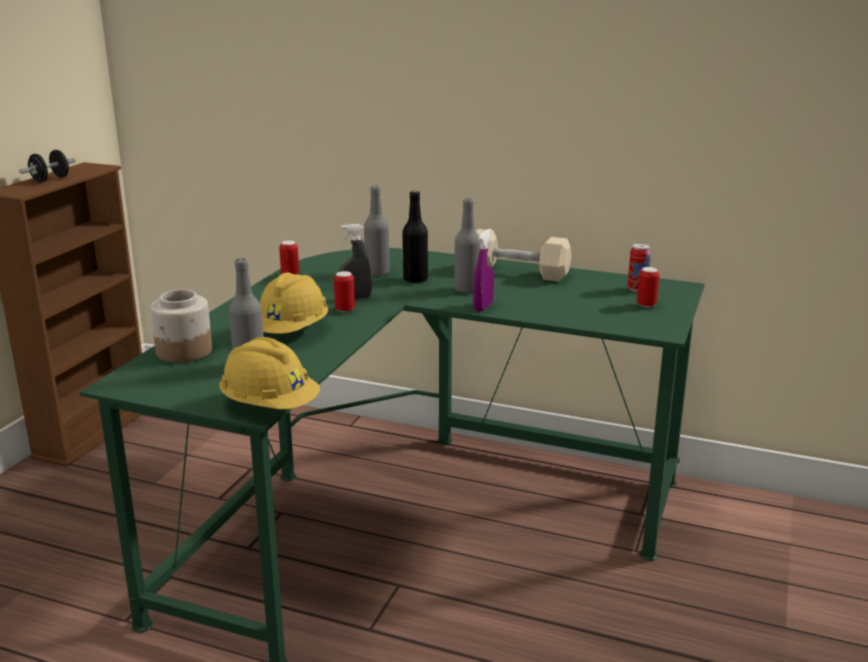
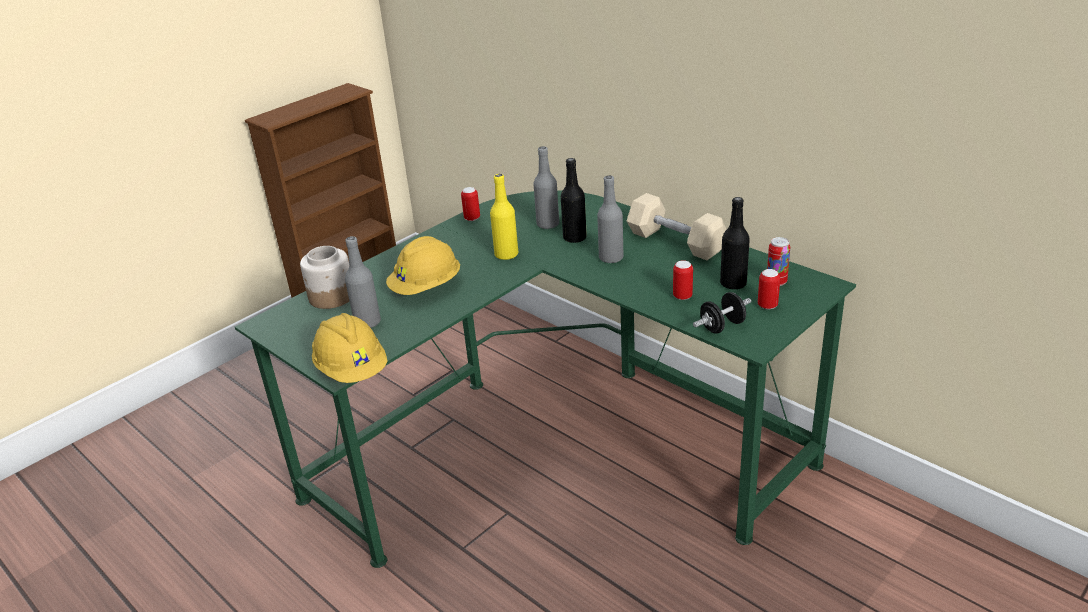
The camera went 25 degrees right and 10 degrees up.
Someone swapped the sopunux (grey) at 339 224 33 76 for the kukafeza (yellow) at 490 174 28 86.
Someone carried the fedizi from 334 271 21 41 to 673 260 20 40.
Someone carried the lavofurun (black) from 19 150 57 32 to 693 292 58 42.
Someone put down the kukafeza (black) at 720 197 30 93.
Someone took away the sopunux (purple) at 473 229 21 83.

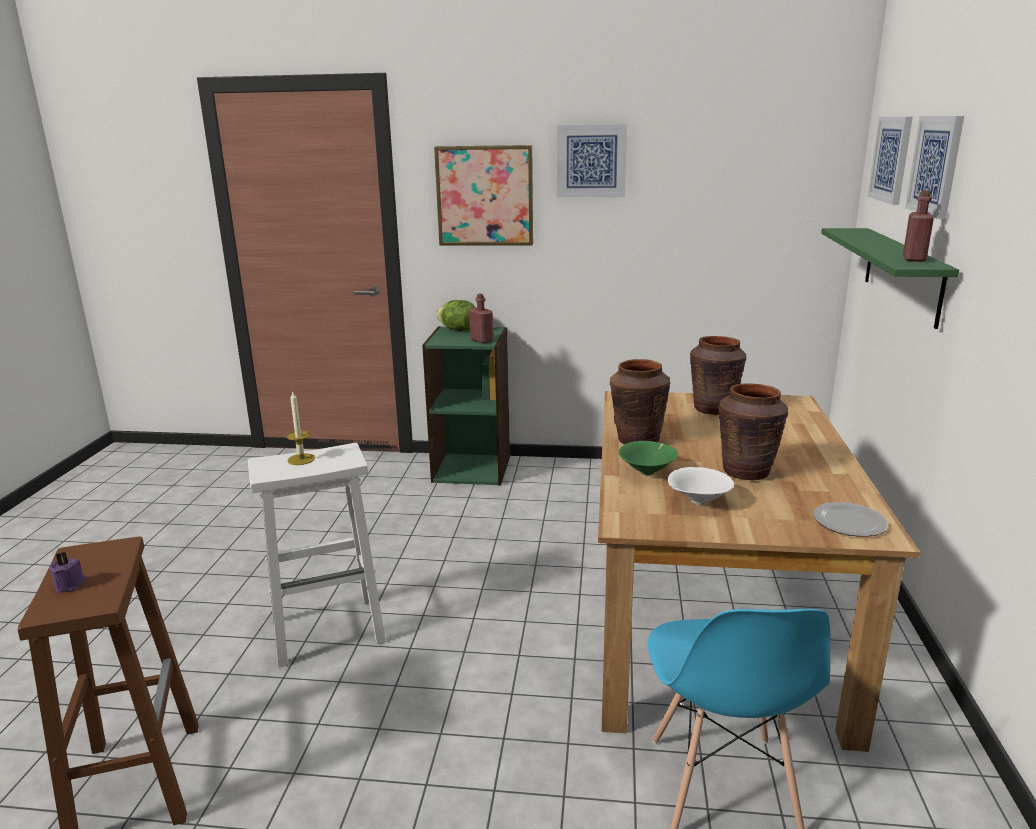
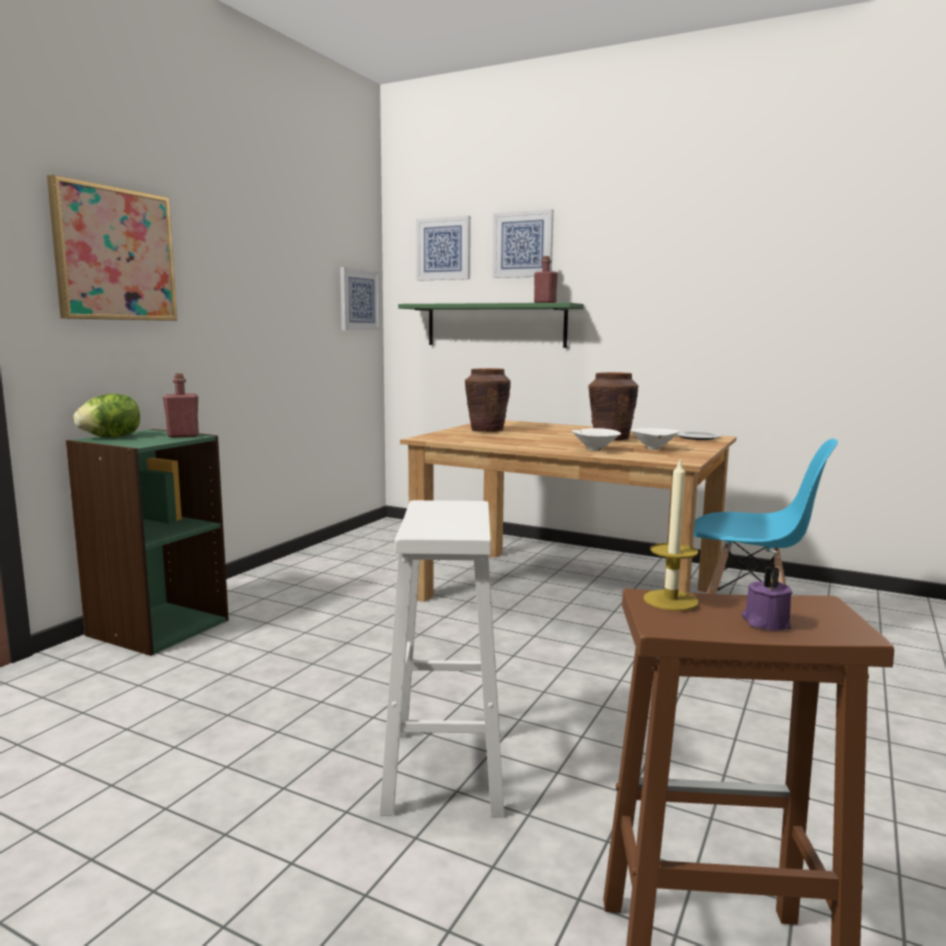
The camera went 70 degrees left and 10 degrees down.
Someone carried the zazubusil from 557 124 70 73 to 340 267 40 63.
Someone repainted the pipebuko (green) at 619 441 59 35, which became the pipebuko (white) at 571 428 50 23.
Someone carried the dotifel from 286 391 29 74 to 643 457 56 154.
Someone took away the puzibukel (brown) at 610 359 60 85.

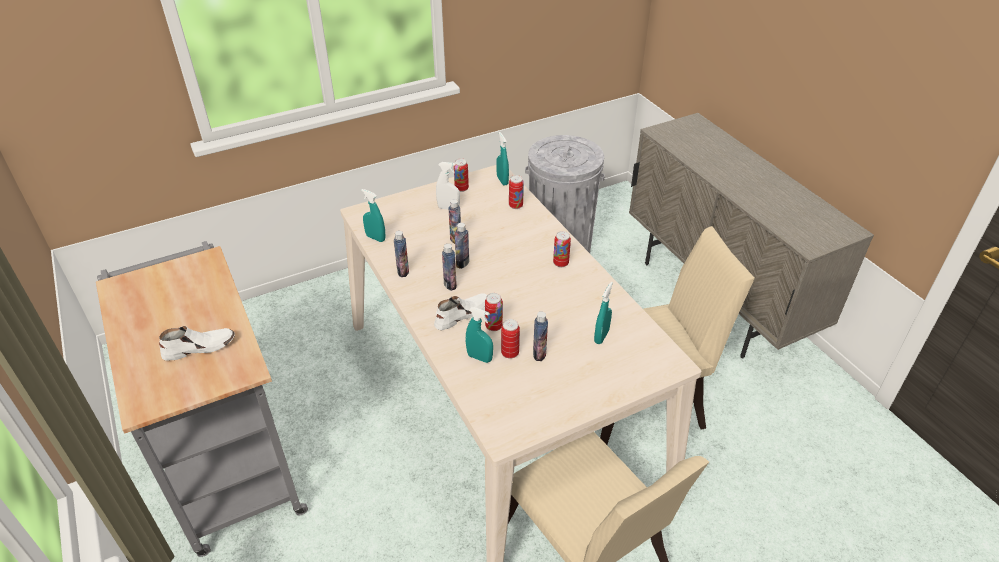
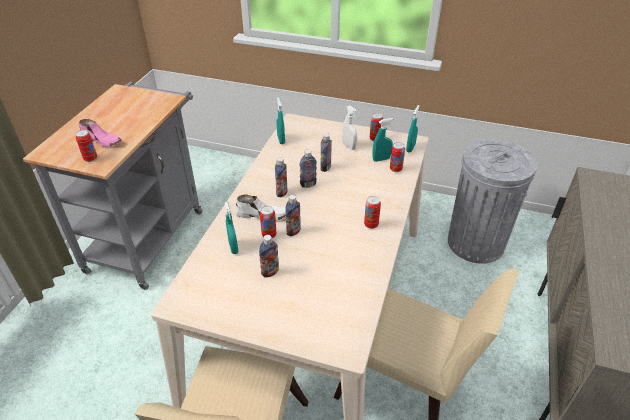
The camera went 45 degrees right and 0 degrees up.
Someone carried the fedizi from 501 319 19 39 to 76 130 21 32.
Someone repainted the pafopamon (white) at 159 326 76 35, which became the pafopamon (pink) at 79 119 43 28.
Someone carried the kukafeza from 394 231 15 46 to 286 195 15 41.
Someone carried the sopunux (turquoise) from 594 282 19 62 to 372 118 21 44.

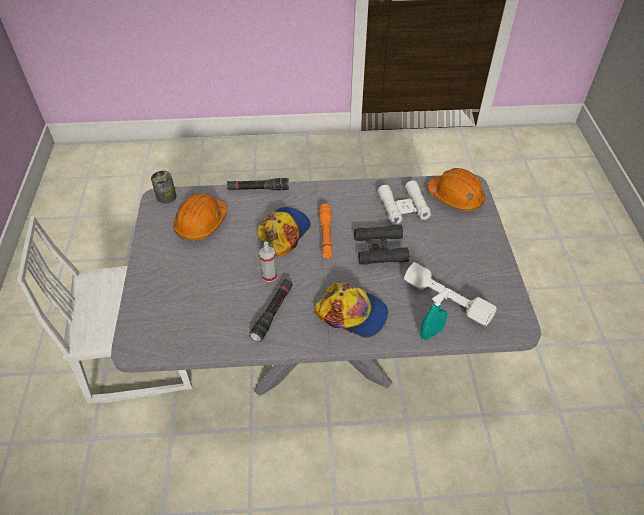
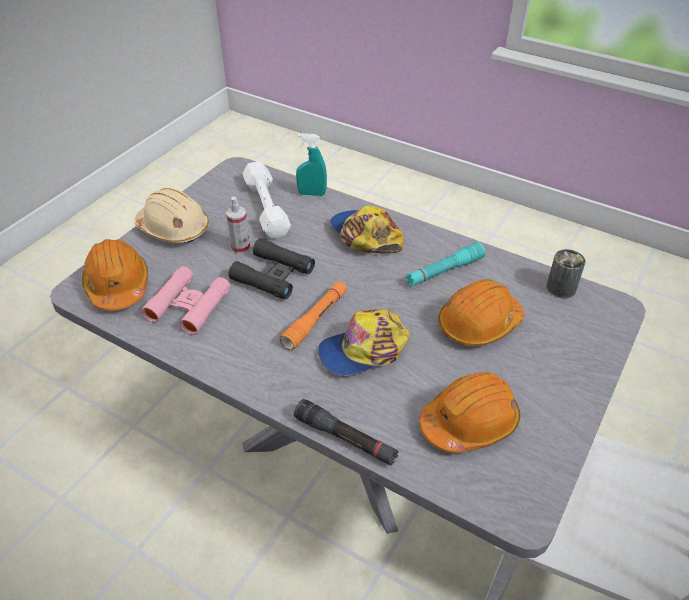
The camera went 145 degrees left and 5 degrees down.
Someone put down the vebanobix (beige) at 134 188 75 55.
Someone repainted the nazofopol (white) at 377 181 54 44, which became the nazofopol (pink) at 141 266 90 69.
Someone carried the sopunux from 259 242 18 40 to 226 196 24 58.
Someone repainted the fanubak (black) at 249 279 44 63, which became the fanubak (turquoise) at 406 242 79 44.
Someone put down the vebanobix (orange) at 438 279 86 67.
Someone carried the fedizi from 151 171 26 33 to 546 249 40 49.

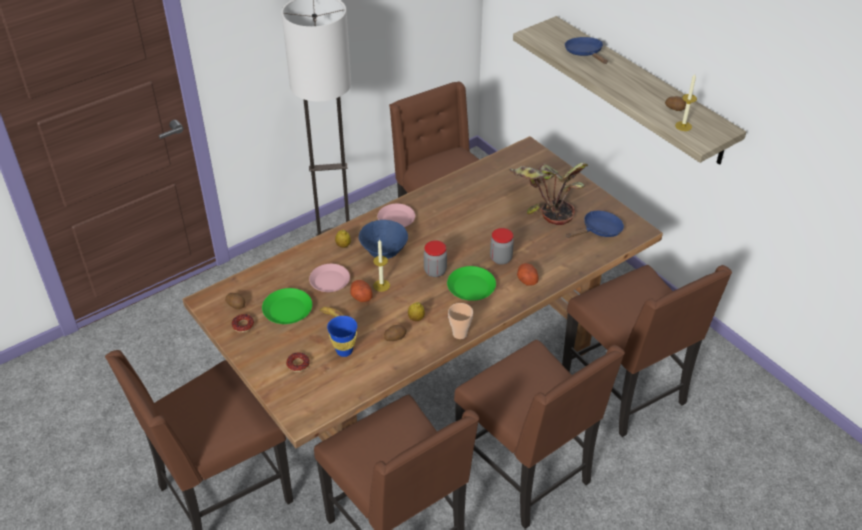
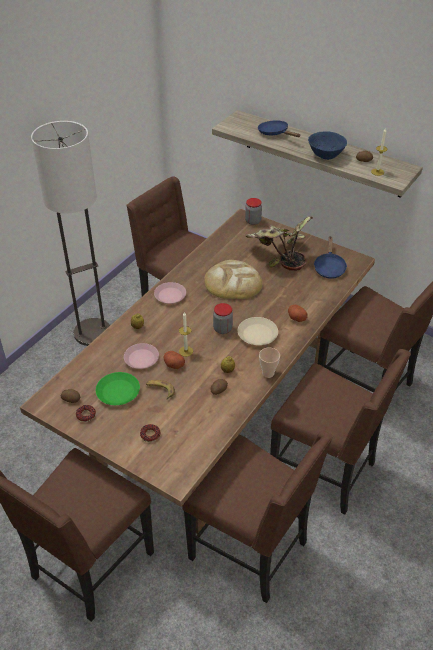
The camera went 20 degrees left and 0 degrees up.
Someone put down the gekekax at 204 260 59 39.
Someone repainted the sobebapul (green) at 447 266 49 35, which became the sobebapul (beige) at 238 317 40 28.
Someone carried the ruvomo from 490 228 24 37 to 245 198 17 27.
Someone carried the pipebuko (blue) from 359 220 49 39 to 308 131 39 29.
Someone rotated the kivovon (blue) at 566 211 58 27 by 150 degrees clockwise.
Someone took away the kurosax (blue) at 327 316 30 41.

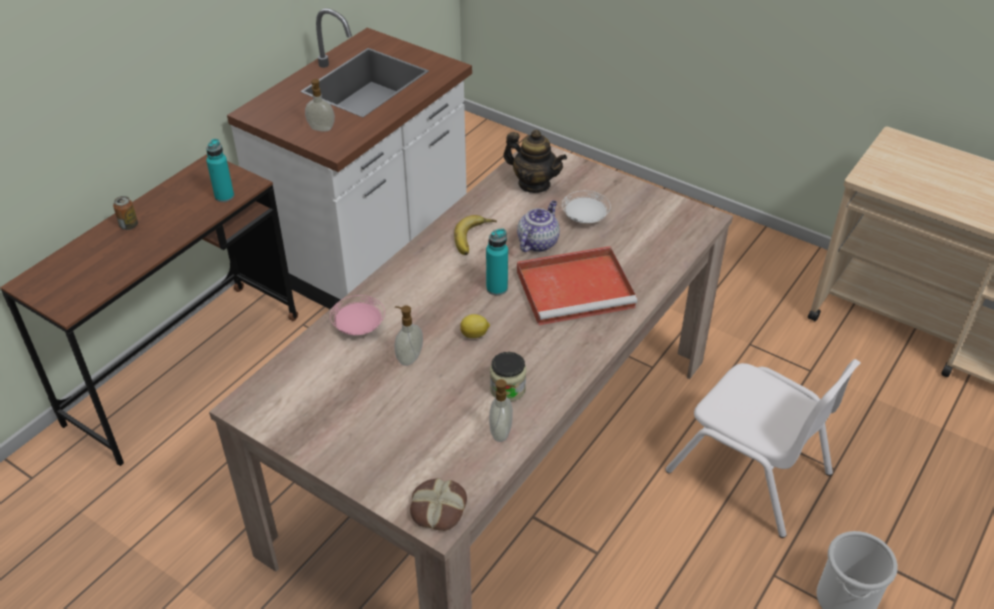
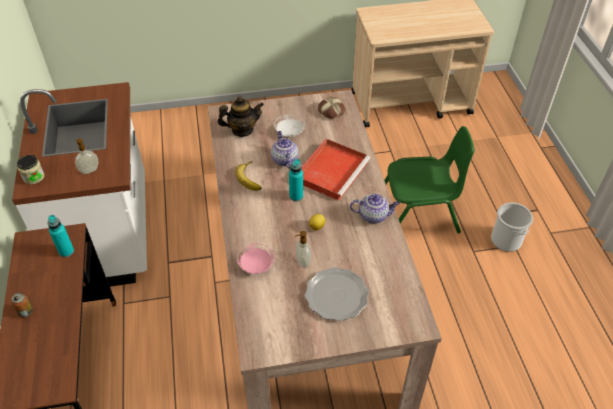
The camera went 45 degrees left and 5 degrees up.
Someone carried the ruvomo from 490 352 36 50 to 17 155 28 30.
Someone put down the sobebapul at 305 267 64 54.
Someone carried the gekekax from 410 478 57 53 to 318 97 27 22.
Someone put down the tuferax at 350 193 50 30.
Someone repainted the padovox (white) at 665 359 196 179, which became the padovox (green) at 384 126 91 108.
Someone took away the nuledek at 489 379 27 63.

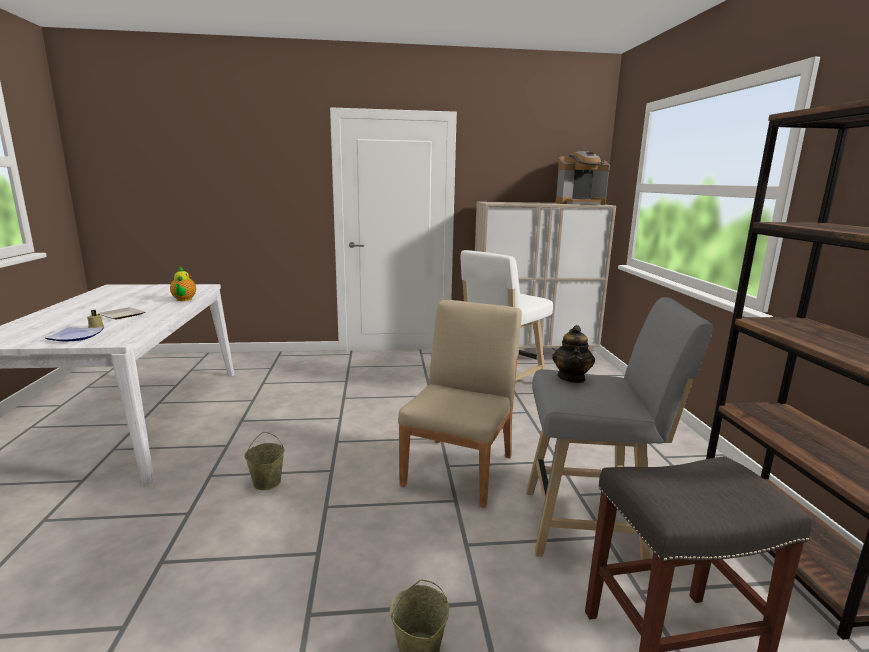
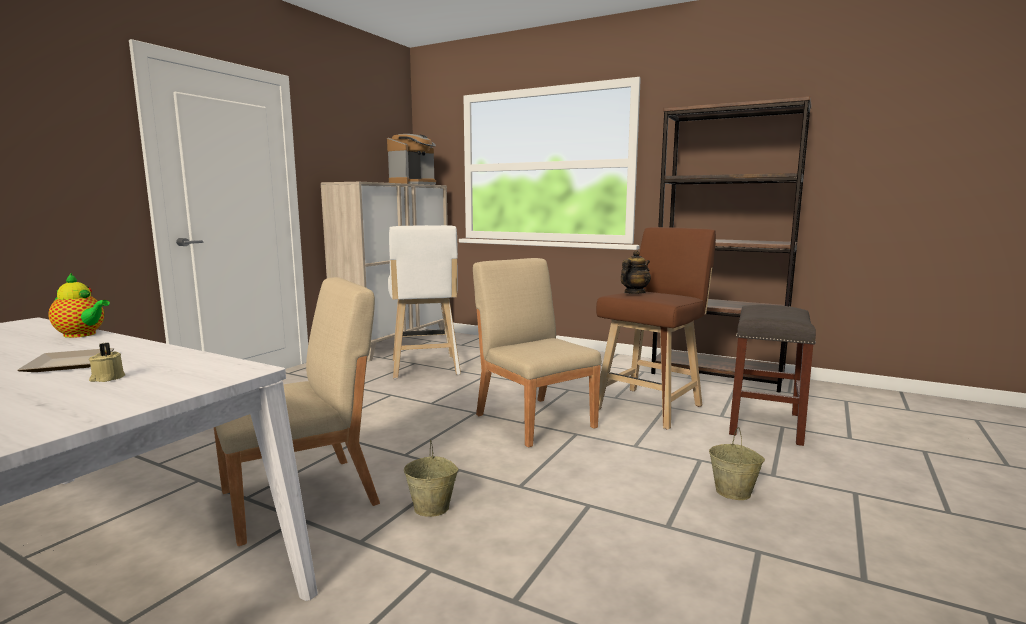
The camera went 55 degrees left and 5 degrees down.
Someone put down the padovox (beige) at 214 277 166 269.
Someone repainted the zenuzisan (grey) at 526 297 187 263, which became the zenuzisan (brown) at 596 227 120 203.
Someone rotated the tuferax at 552 325 43 58 by 90 degrees counterclockwise.
Someone took away the sobebapul at 45 327 59 15.

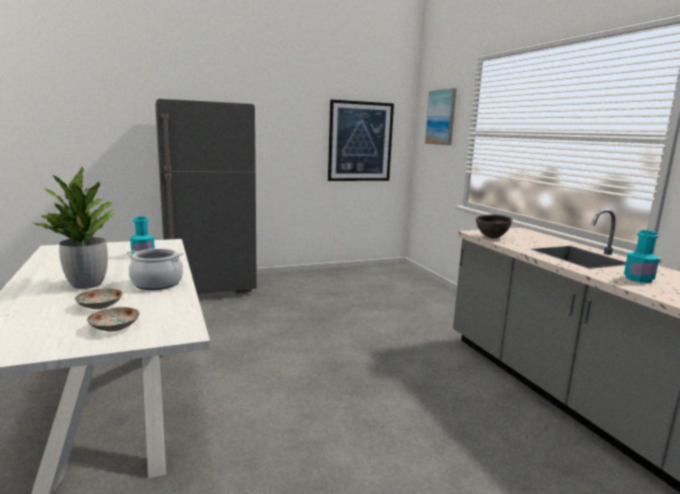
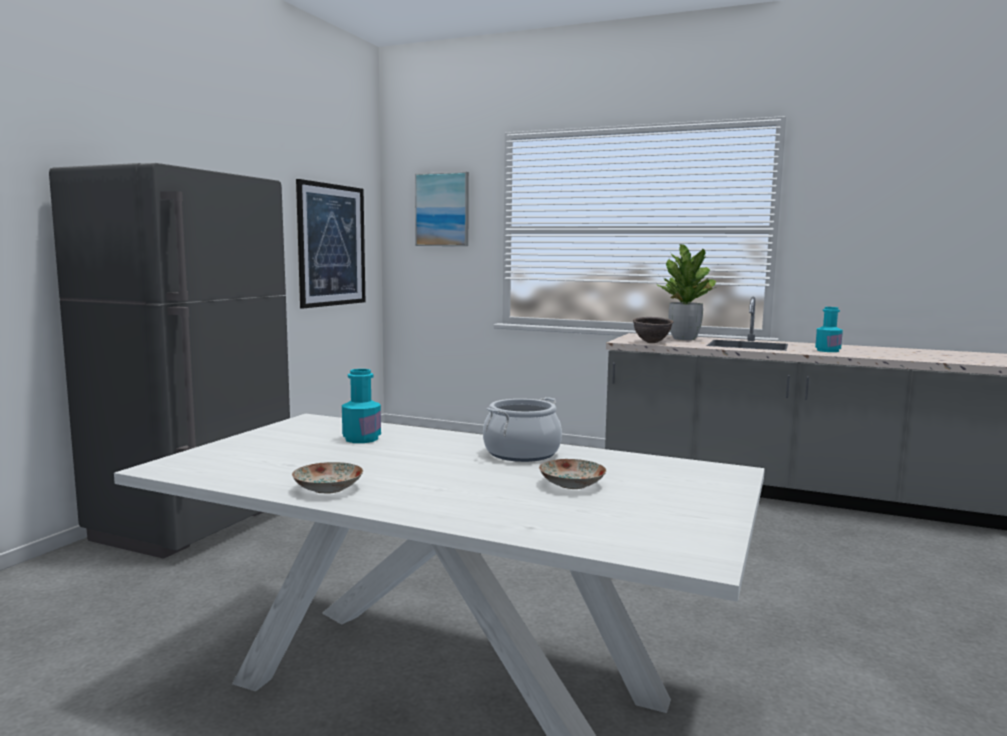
The camera went 45 degrees left and 5 degrees down.
Someone carried the sobebapul from 87 307 53 25 to 292 462 71 32.
Someone carried the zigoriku from 32 166 84 123 to 658 244 59 96.

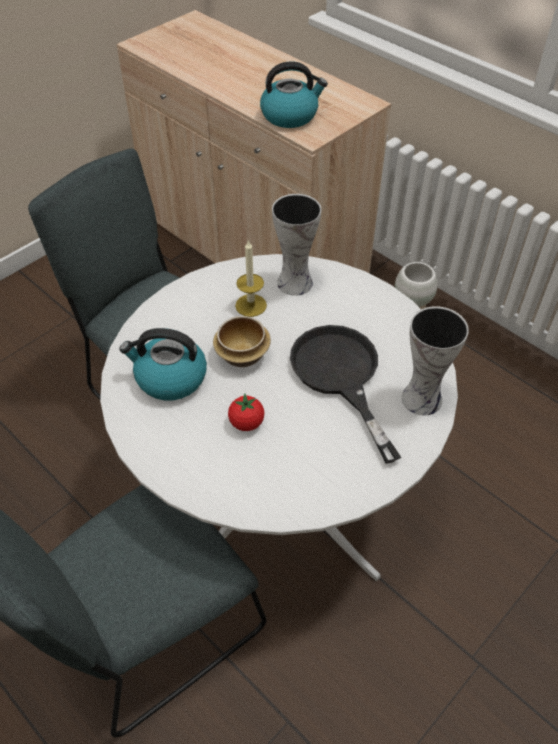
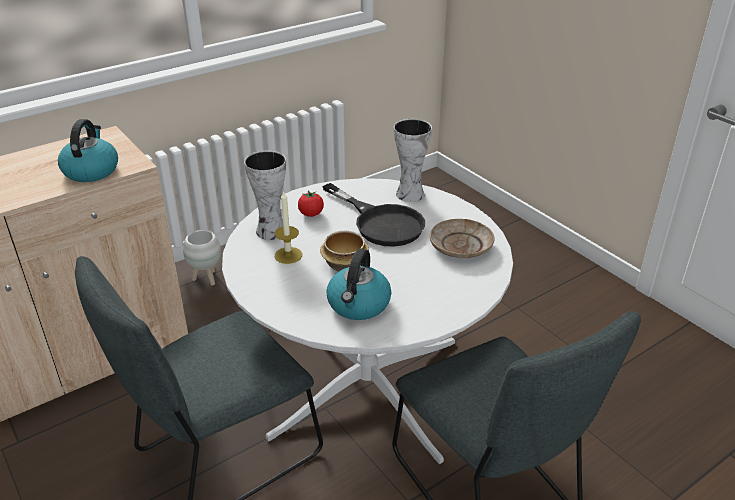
The camera went 80 degrees left and 15 degrees down.
Someone carried the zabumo from 228 394 36 37 to 298 190 26 27.
Someone rotated the kivovon (black) at 290 325 111 139 by 120 degrees counterclockwise.
Someone put down the sobebapul (beige) at 430 219 64 39.

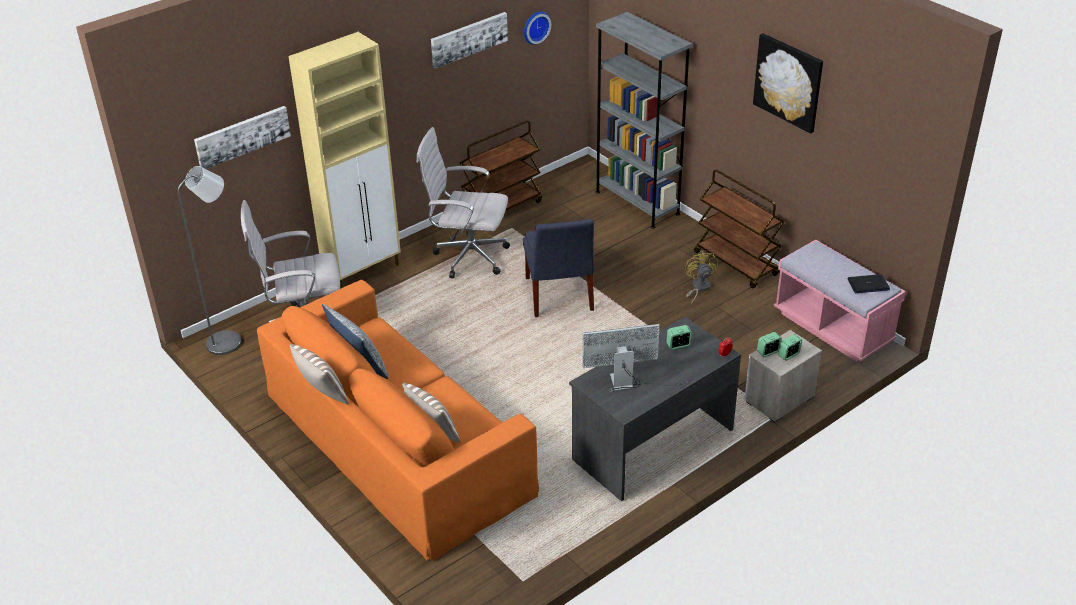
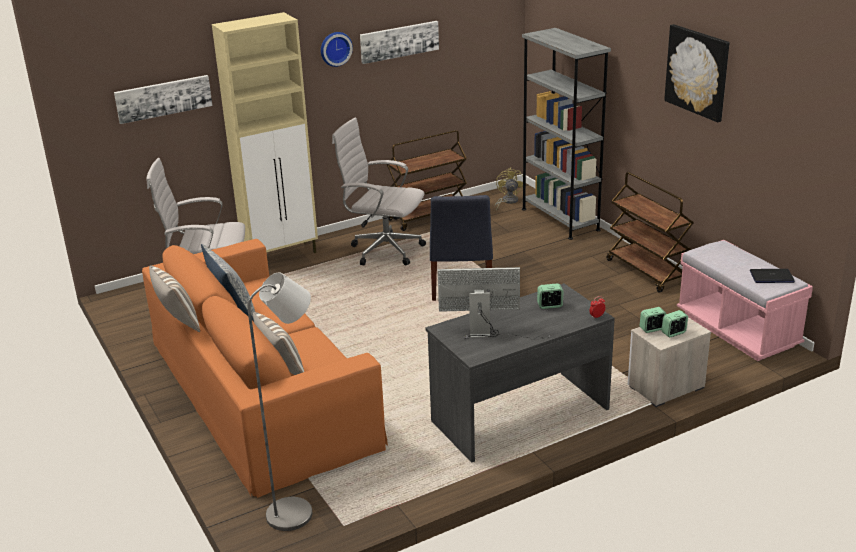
The camera went 10 degrees right and 10 degrees down.
Someone carried the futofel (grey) from 178 166 63 189 to 248 272 64 259.
Someone carried the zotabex from 524 11 27 34 to 321 32 32 35.
Someone carried the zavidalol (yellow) from 685 251 33 53 to 494 168 29 42.

